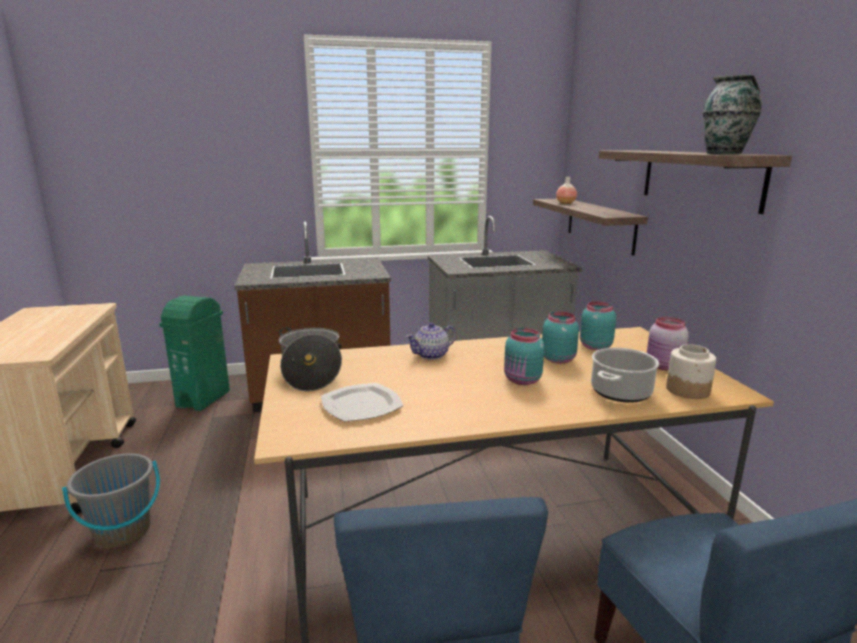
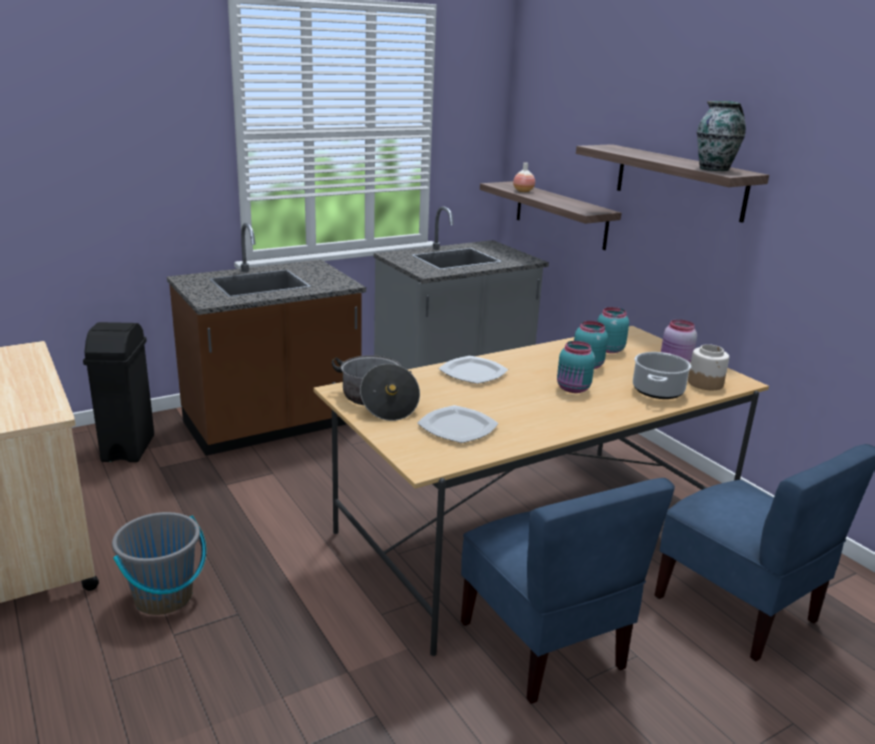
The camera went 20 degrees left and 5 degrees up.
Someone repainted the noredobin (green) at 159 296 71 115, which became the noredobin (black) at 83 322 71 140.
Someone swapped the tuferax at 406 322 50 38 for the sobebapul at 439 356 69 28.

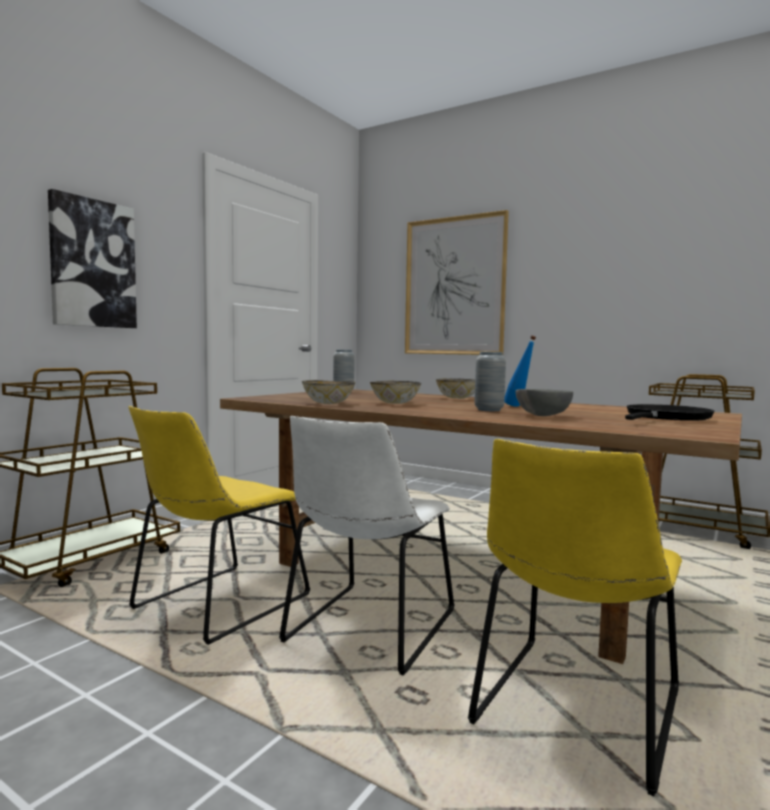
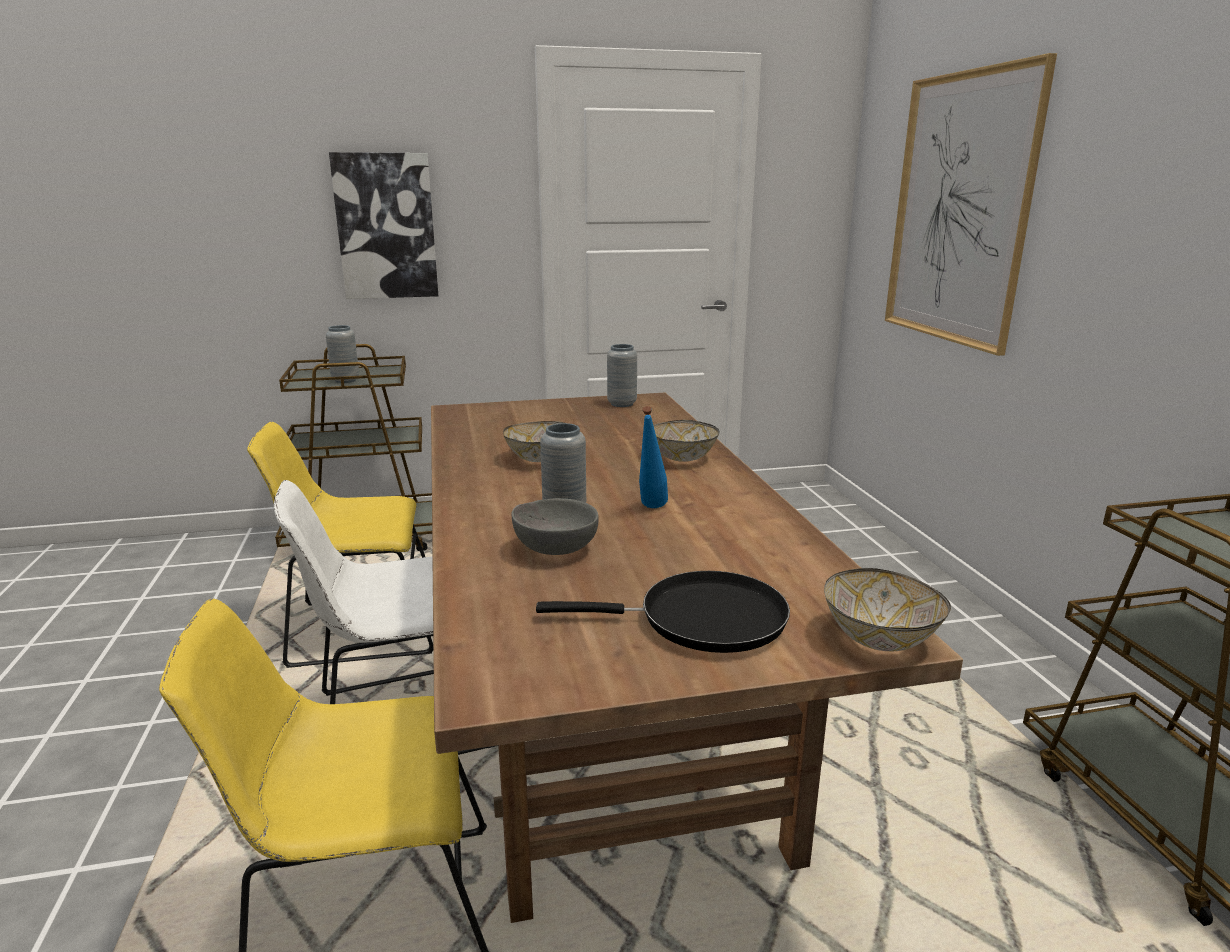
The camera went 45 degrees right and 15 degrees up.
Someone put down the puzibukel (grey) at 326 325 33 58.
Someone carried the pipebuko from 302 380 53 24 to 824 568 127 83.

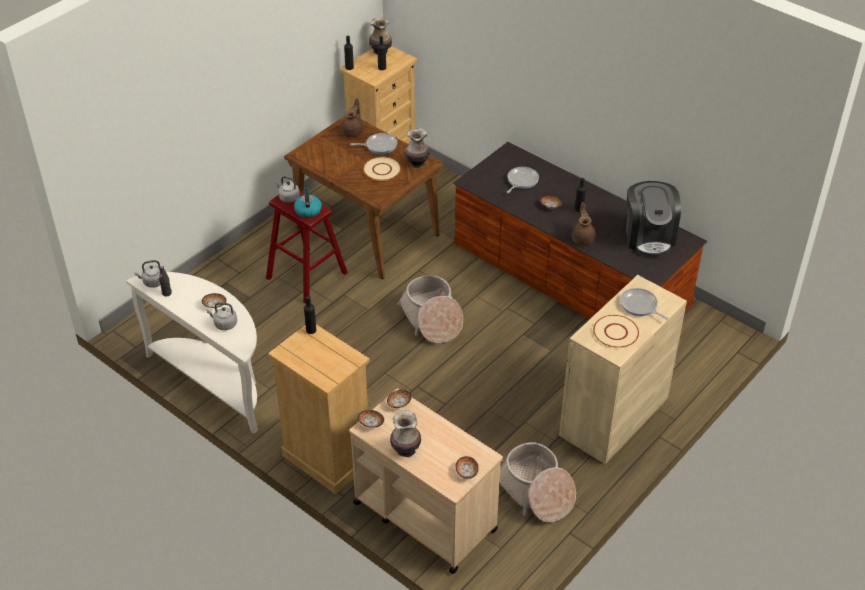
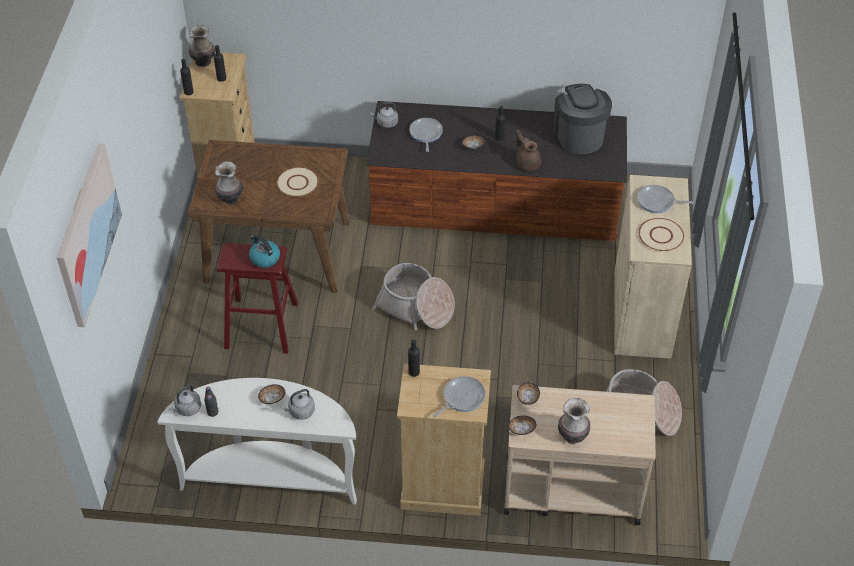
The camera went 35 degrees left and 5 degrees up.
Someone put up the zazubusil at 57 144 65 183.
Someone carried the puzibukel from 405 128 25 40 to 215 161 28 44.
Someone carried the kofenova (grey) from 275 176 25 26 to 370 102 28 26.
Someone carried the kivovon from 350 133 47 21 to 433 376 53 41.
Someone rotated the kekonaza at 626 181 55 76 by 150 degrees counterclockwise.
Someone took away the tuferax (brown) at 341 98 23 39.
Someone took away the pipebuko at 456 456 23 23.

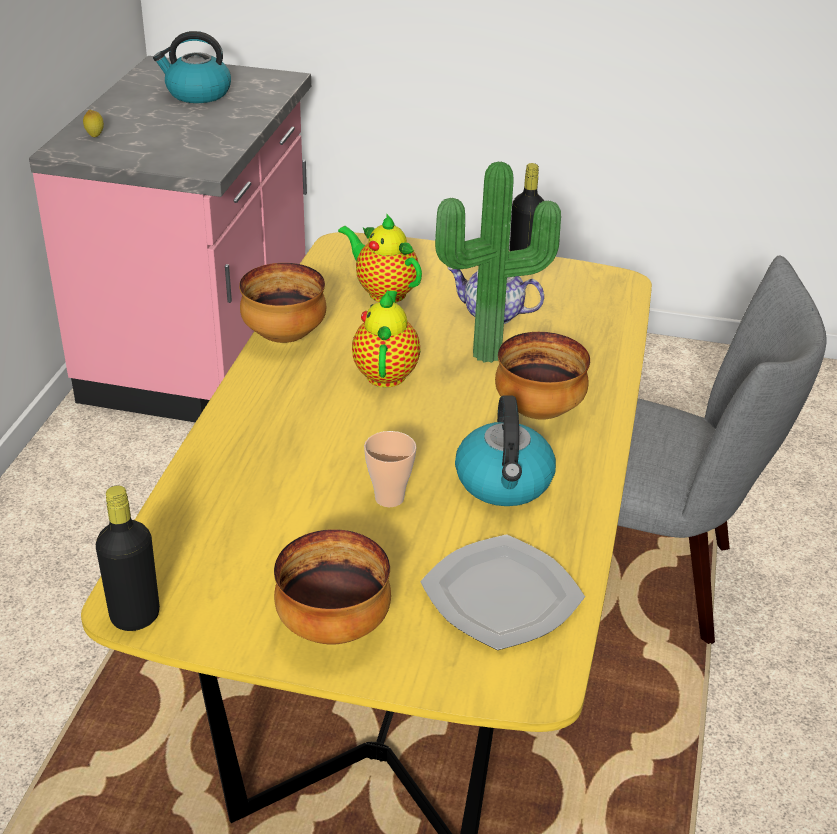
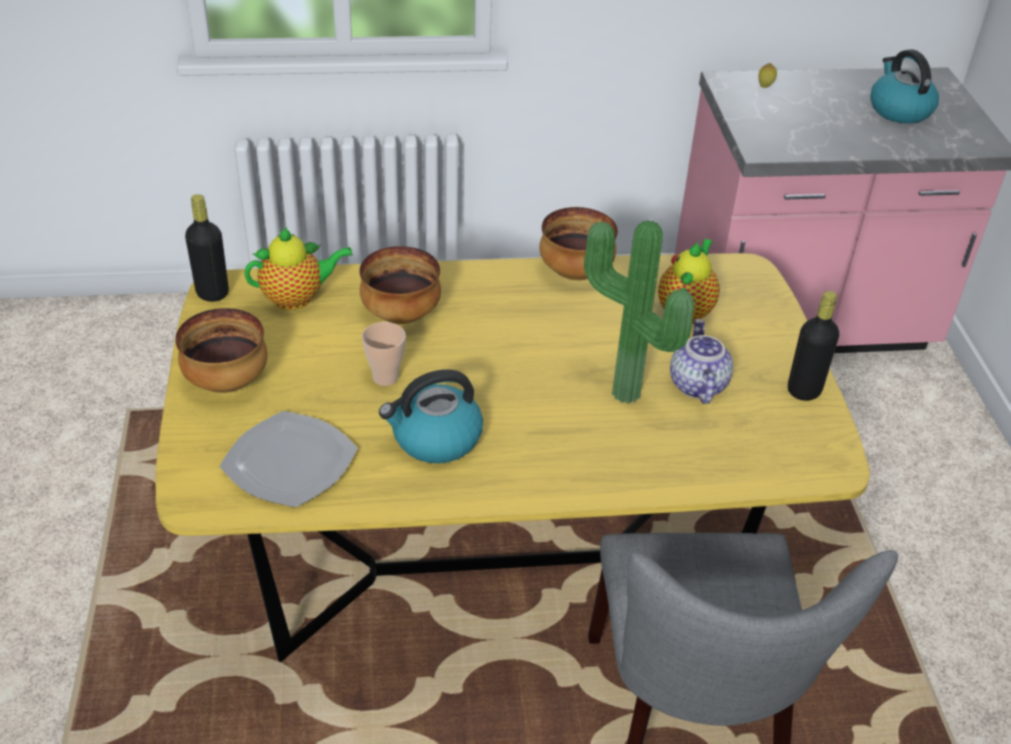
The camera went 70 degrees right and 5 degrees up.
Someone carried the tuferax from 352 290 68 97 to 244 227 109 83.
Someone carried the pipebuko from 495 332 95 88 to 360 246 81 78.

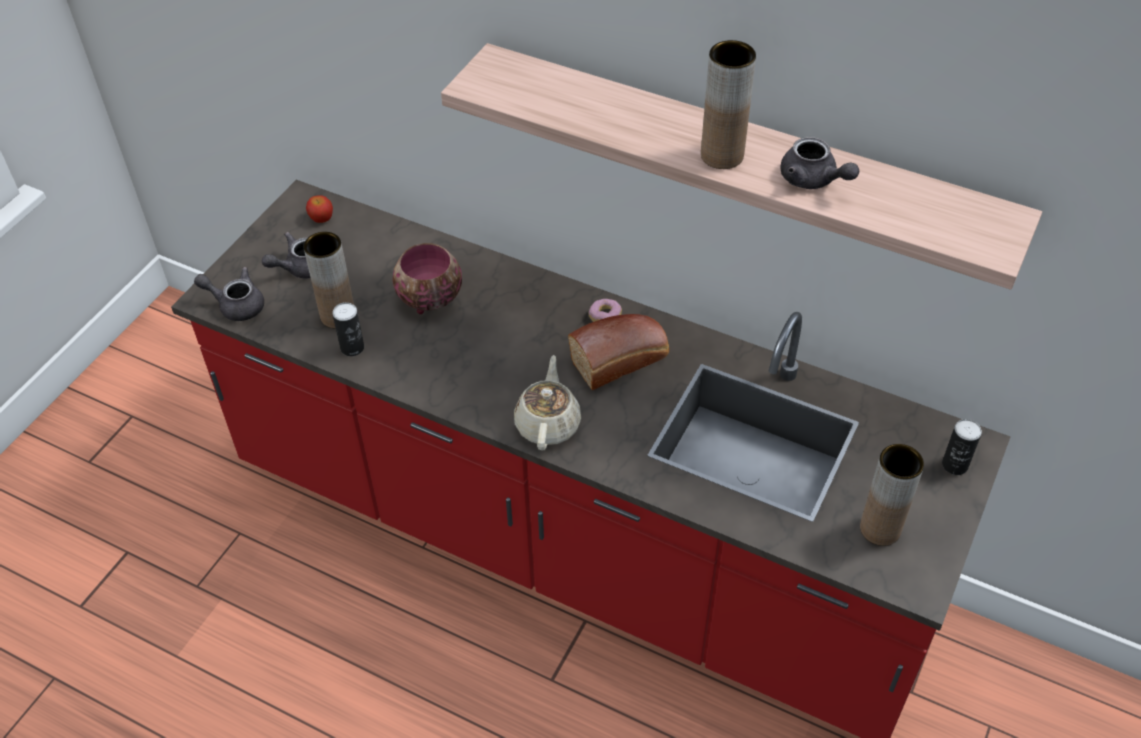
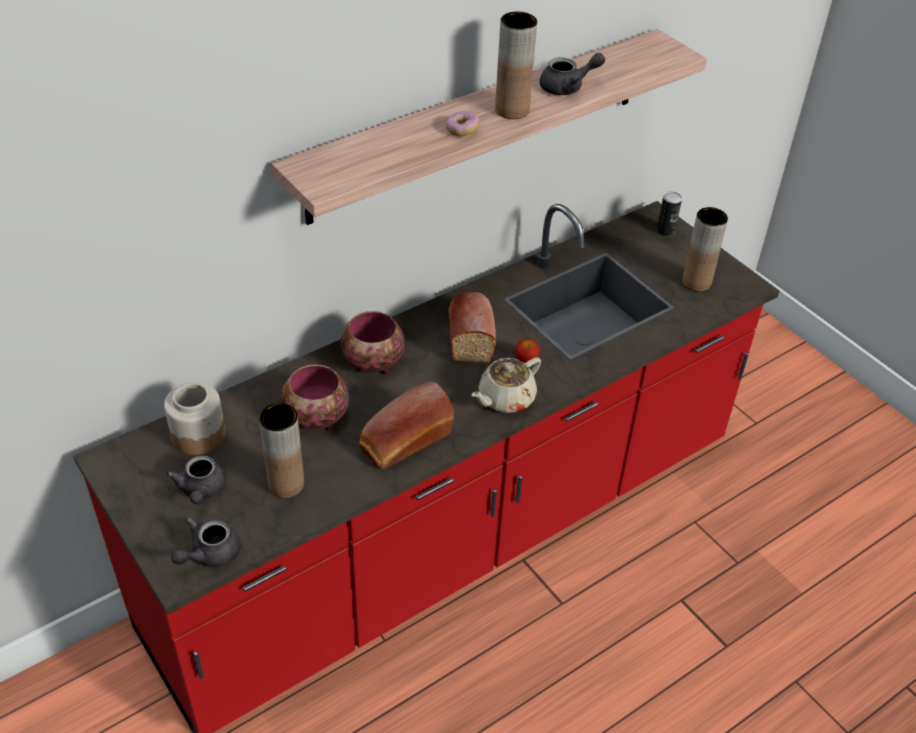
The camera went 65 degrees left and 5 degrees down.
Someone put down the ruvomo at 164 382 61 73.
Someone put down the pipebuko at 340 311 64 63.
Someone put down the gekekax at 359 382 95 87.
Someone carried the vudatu from 588 299 34 23 to 446 111 34 25.
Someone rotated the tuferax (beige) at 514 355 67 96 by 75 degrees counterclockwise.
Someone carried the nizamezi from 306 195 27 28 to 515 339 25 24.
Someone took away the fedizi at 332 302 32 54.

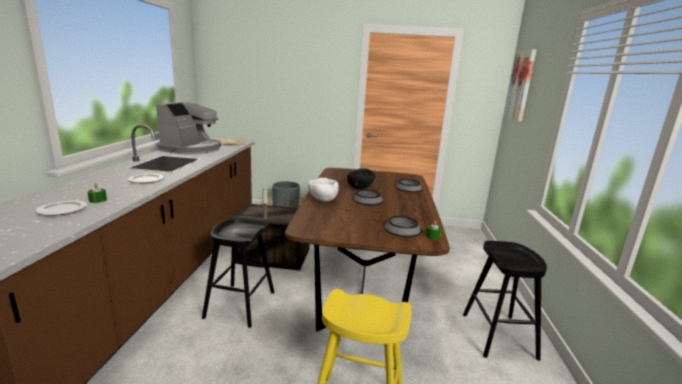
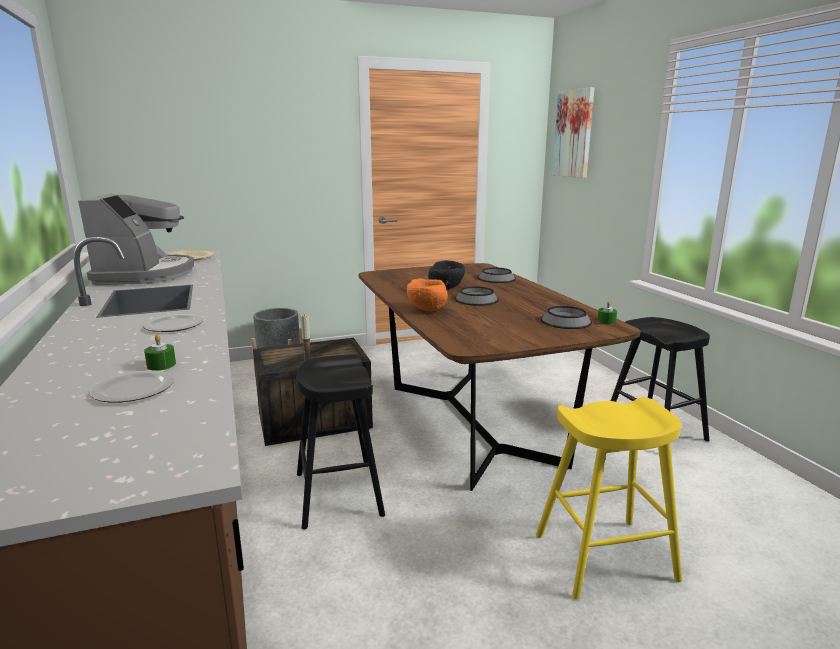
The camera went 25 degrees left and 0 degrees up.
Someone repainted the pipebuko (white) at 308 178 31 24, which became the pipebuko (orange) at 407 278 41 33.

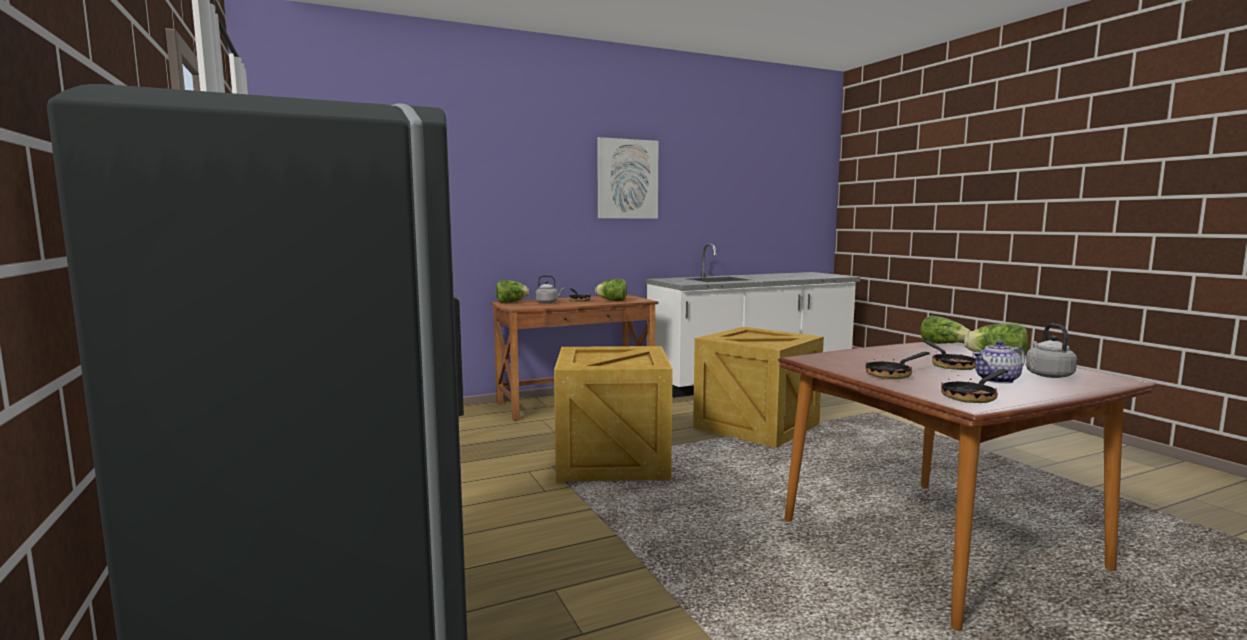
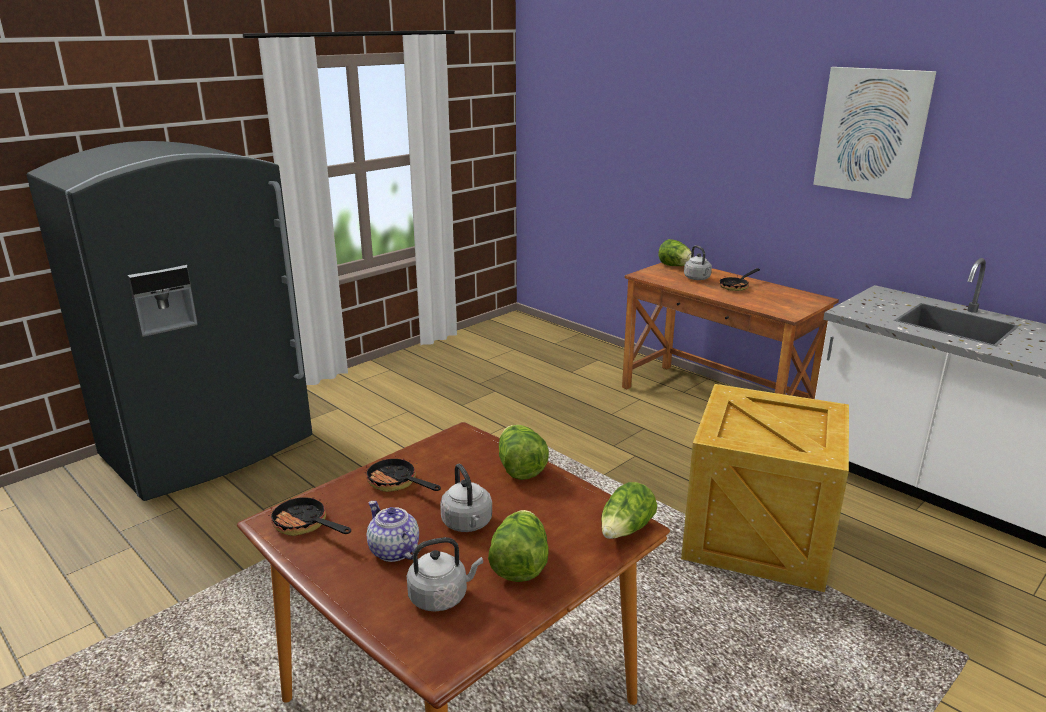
The camera went 70 degrees right and 15 degrees up.
Someone swapped the kivovon at 922 340 53 30 for the kofenova (grey) at 440 464 52 68.
Someone carried the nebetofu from 595 279 32 22 to 499 425 50 55.
Someone took away the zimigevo at 554 346 119 137.

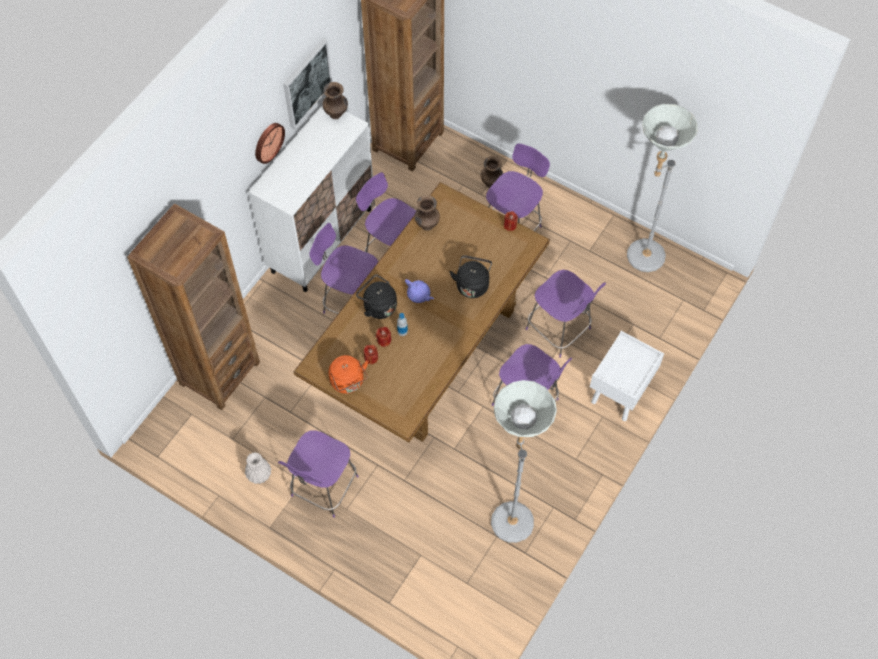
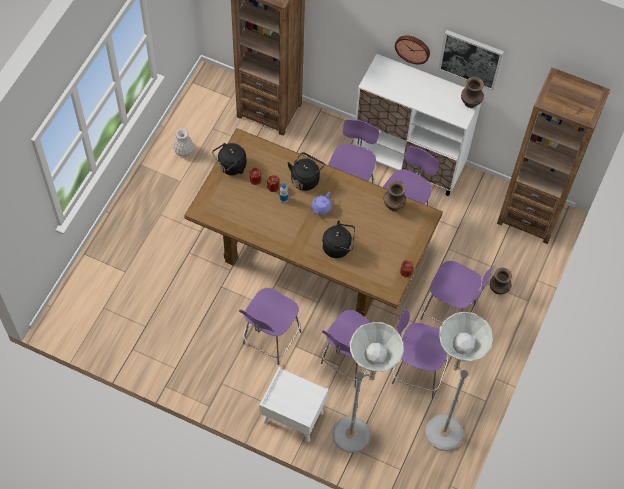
The camera went 80 degrees right and 0 degrees up.
Someone repainted the kofenova (orange) at 329 355 39 39, which became the kofenova (black) at 212 143 35 32.
Someone carried the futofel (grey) from 491 380 66 163 to 332 322 72 131.
Someone carried the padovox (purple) from 278 430 81 88 to 392 307 56 91.

